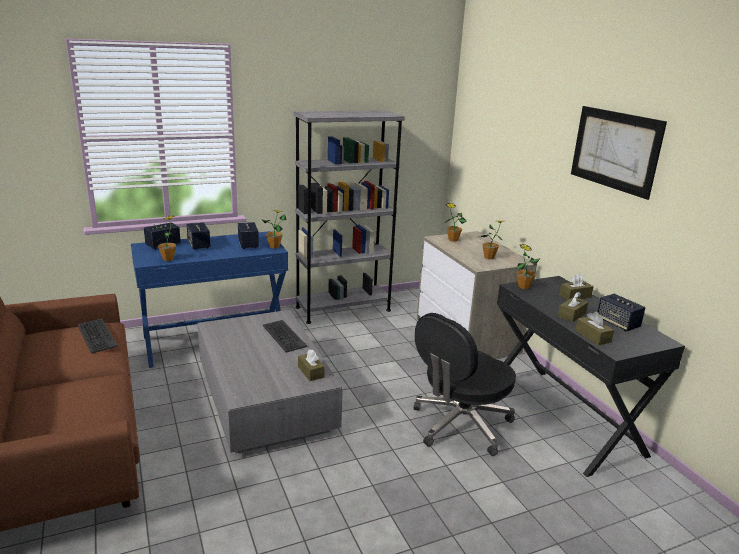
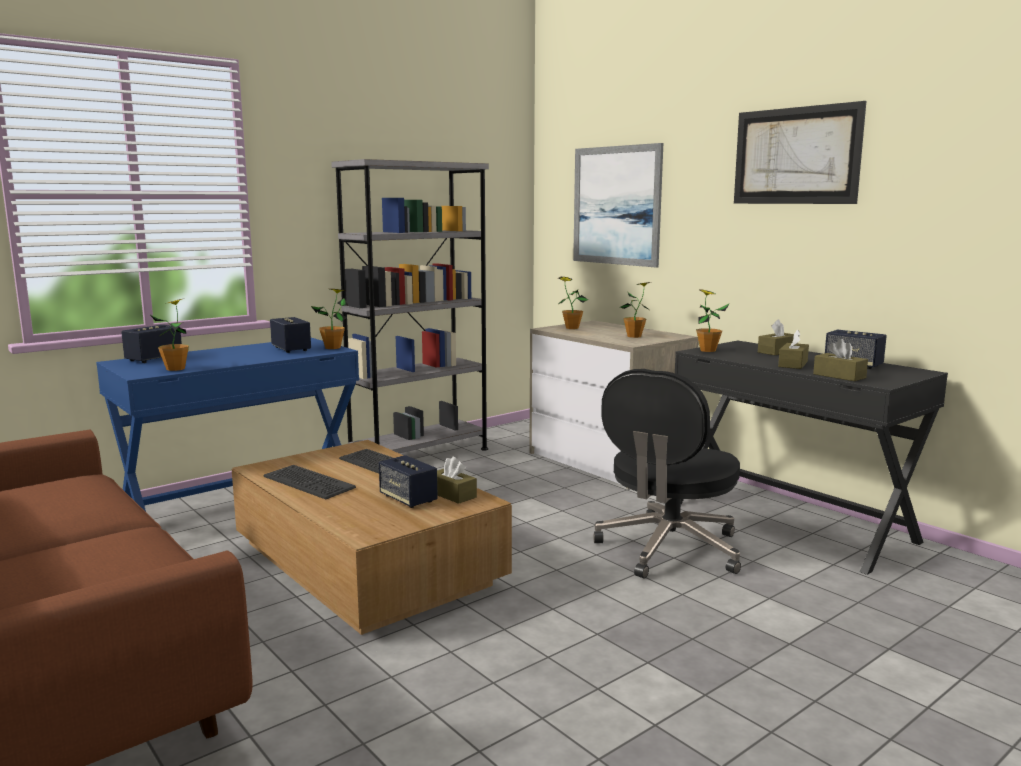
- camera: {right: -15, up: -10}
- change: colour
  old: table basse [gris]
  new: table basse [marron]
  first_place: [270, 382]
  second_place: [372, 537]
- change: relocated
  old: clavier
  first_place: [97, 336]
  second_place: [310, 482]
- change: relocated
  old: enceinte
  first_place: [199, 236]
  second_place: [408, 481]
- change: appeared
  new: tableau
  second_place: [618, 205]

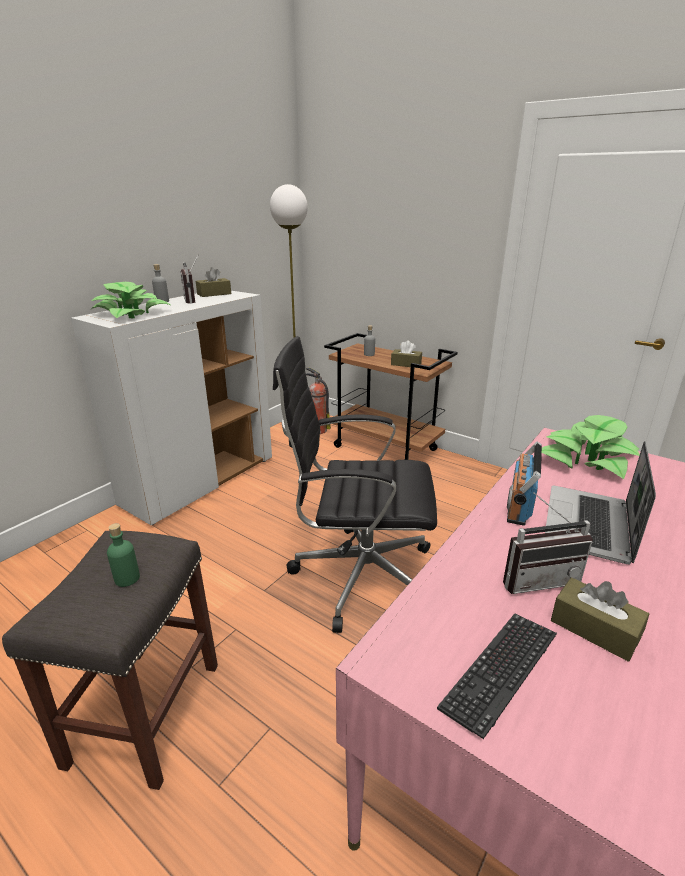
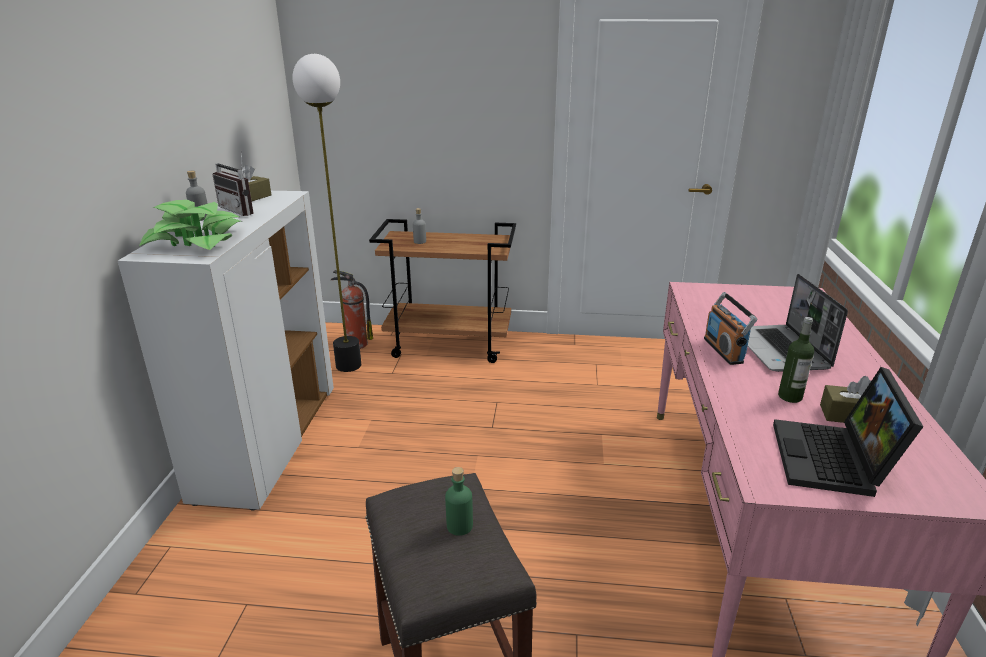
- camera: {right: -30, up: 0}
- change: exchanged
  old: clavier
  new: ordinateur portable
  first_place: [497, 676]
  second_place: [848, 432]
- change: exchanged
  old: radio
  new: bouteille
  first_place: [548, 543]
  second_place: [796, 360]
- change: missing
  old: chaise de bureau [noir]
  first_place: [355, 484]
- change: missing
  old: boîte à mouchoirs [marron]
  first_place: [406, 354]
- change: missing
  old: plante en pot
  first_place: [591, 447]

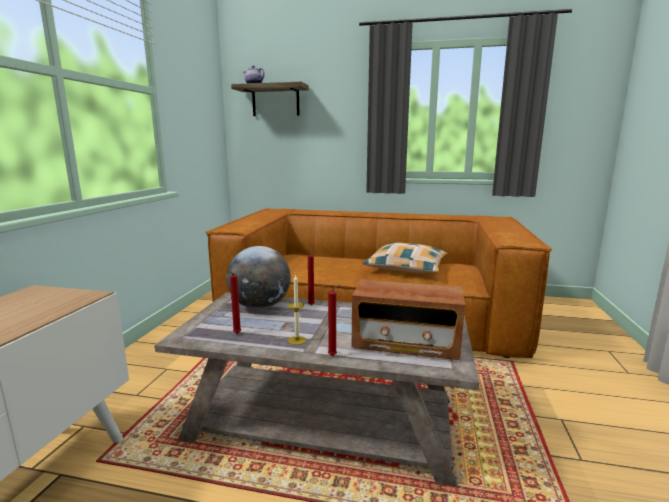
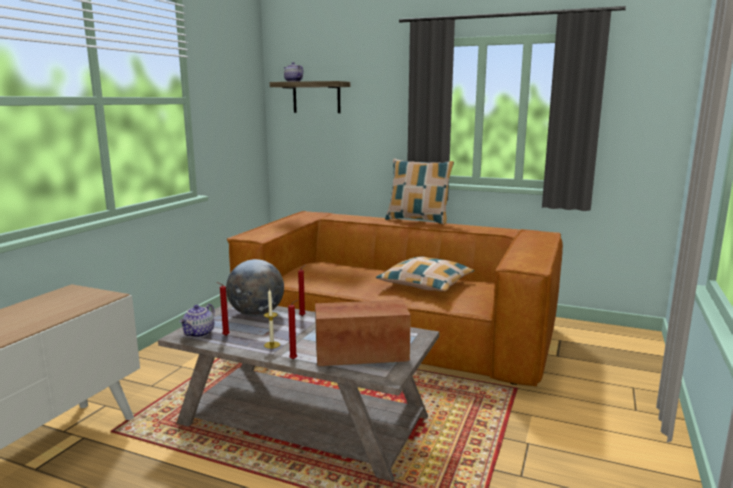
- camera: {right: 10, up: 0}
- change: appeared
  new: théière
  second_place: [197, 321]
- change: spun
  old: radio
  first_place: [408, 319]
  second_place: [363, 333]
  degrees: 150
- change: appeared
  new: coussin
  second_place: [419, 192]

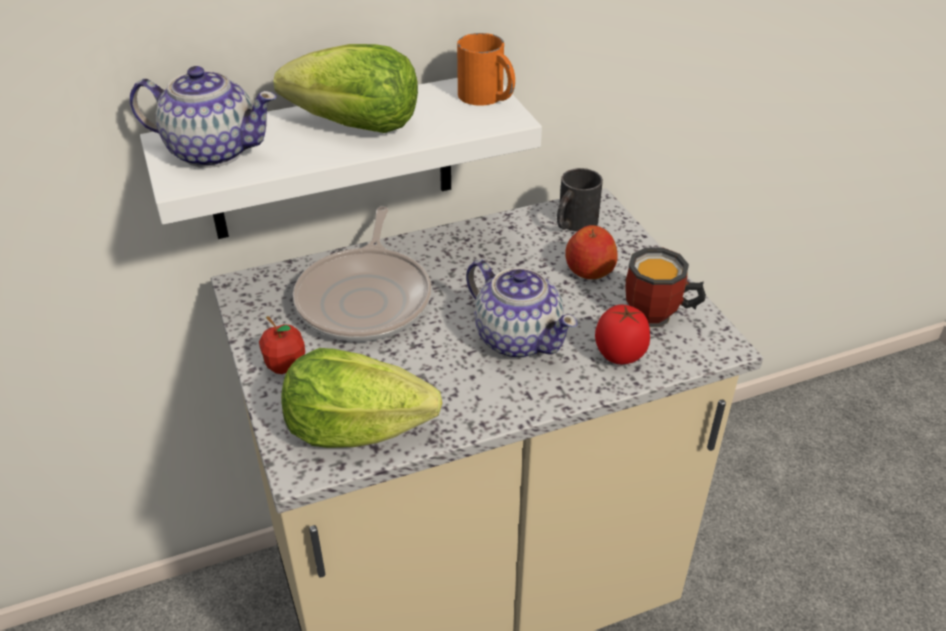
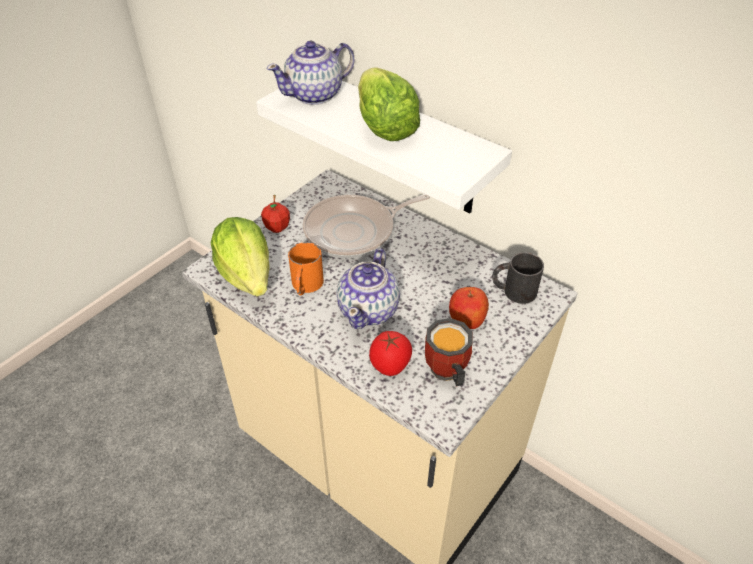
- camera: {right: 60, up: 5}
- change: spun
  old: théière
  first_place: [203, 117]
  second_place: [310, 73]
  degrees: 75
- change: relocated
  old: mug [orange]
  first_place: [486, 69]
  second_place: [306, 268]

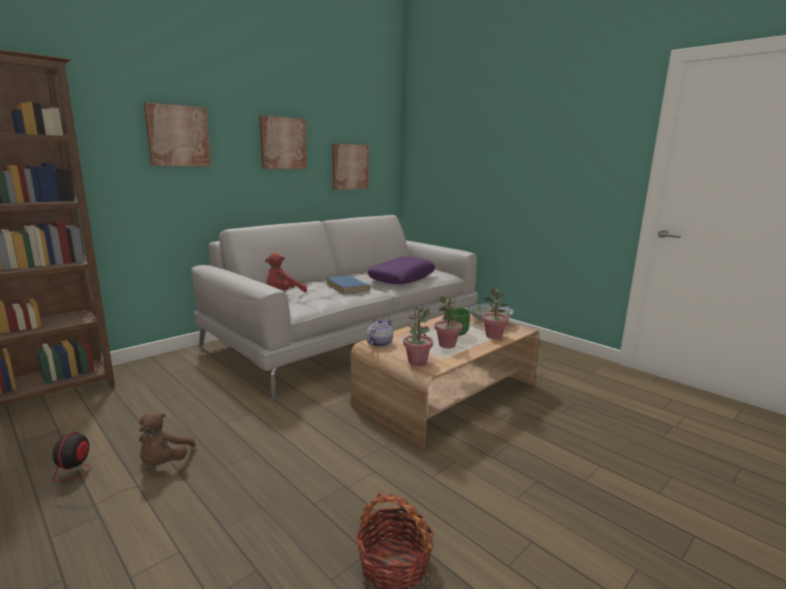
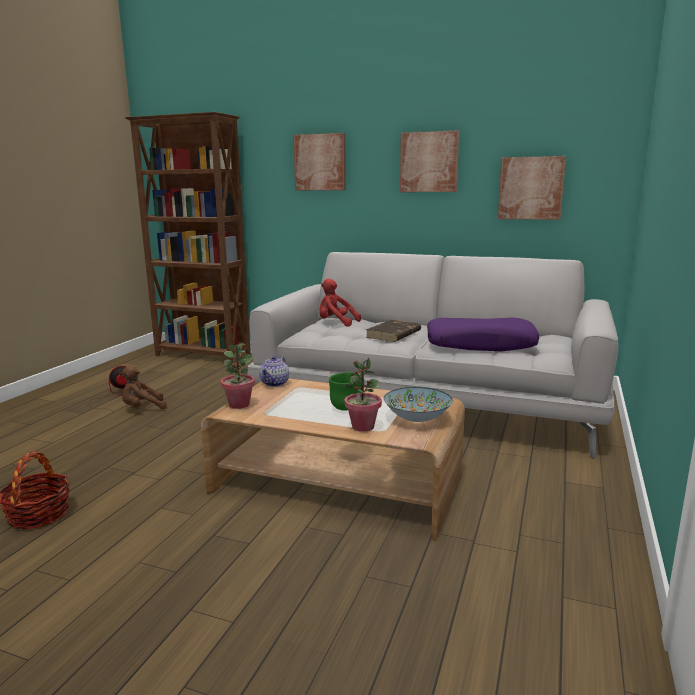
- camera: {right: 65, up: 0}
- change: spun
  old: théière
  first_place: [380, 333]
  second_place: [274, 371]
  degrees: 105
- change: colour
  old: livre [bleu]
  new: livre [marron]
  first_place: [348, 284]
  second_place: [393, 331]
- change: missing
  old: plante en pot
  first_place: [448, 321]

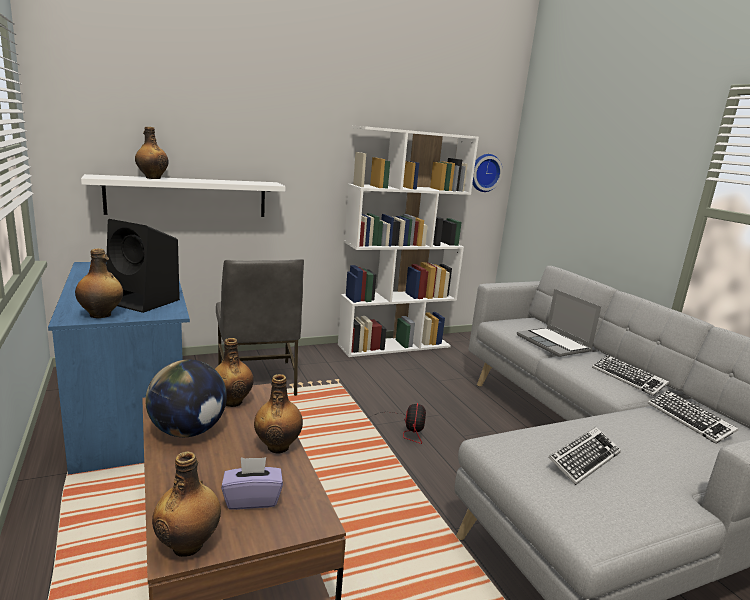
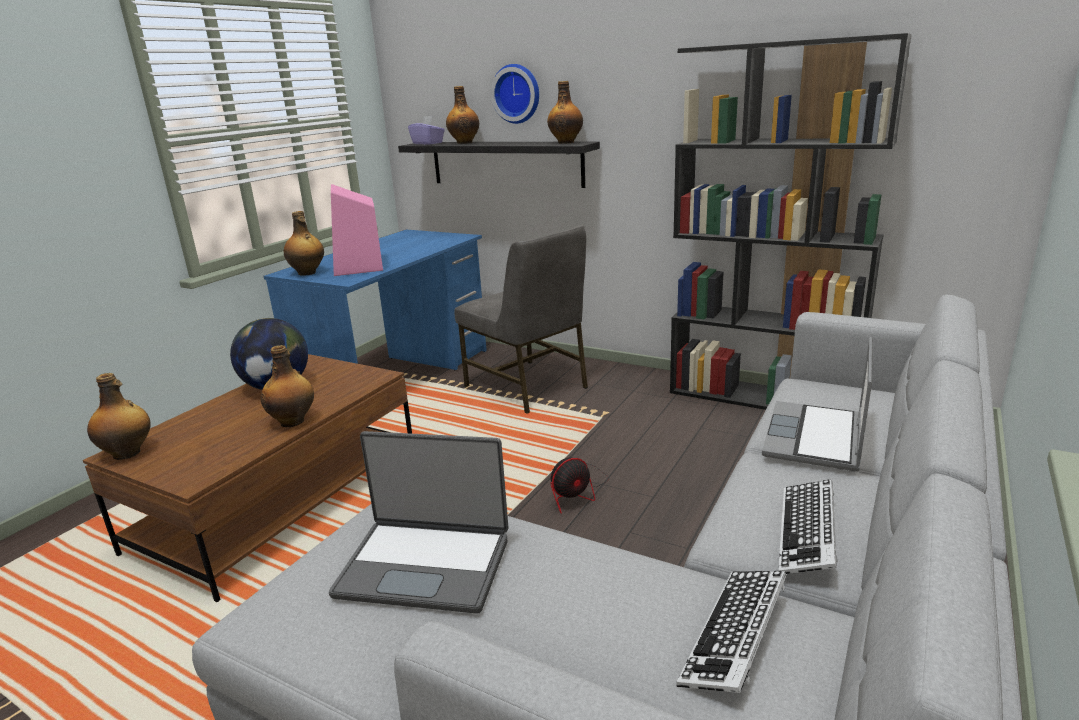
- camera: {right: 55, up: 5}
- change: exchanged
  old: clavier
  new: ordinateur portable
  first_place: [584, 456]
  second_place: [419, 522]
- change: colour
  old: enceinte [noir]
  new: enceinte [rose]
  first_place: [143, 266]
  second_place: [357, 230]
- change: colour
  old: étagère [blanc]
  new: étagère [noir]
  first_place: [183, 195]
  second_place: [499, 164]
- change: relocated
  old: boîte à mouchoirs [violet]
  first_place: [252, 483]
  second_place: [426, 130]
- change: spun
  old: chaise [gris]
  first_place: [260, 327]
  second_place: [521, 319]
  degrees: -75
- change: relocated
  old: horloge murale
  first_place: [487, 173]
  second_place: [515, 94]
- change: relocated
  old: bouteille
  first_place: [234, 372]
  second_place: [565, 112]
- change: colour
  old: bibliothèque [blanc]
  new: bibliothèque [noir]
  first_place: [408, 241]
  second_place: [791, 221]

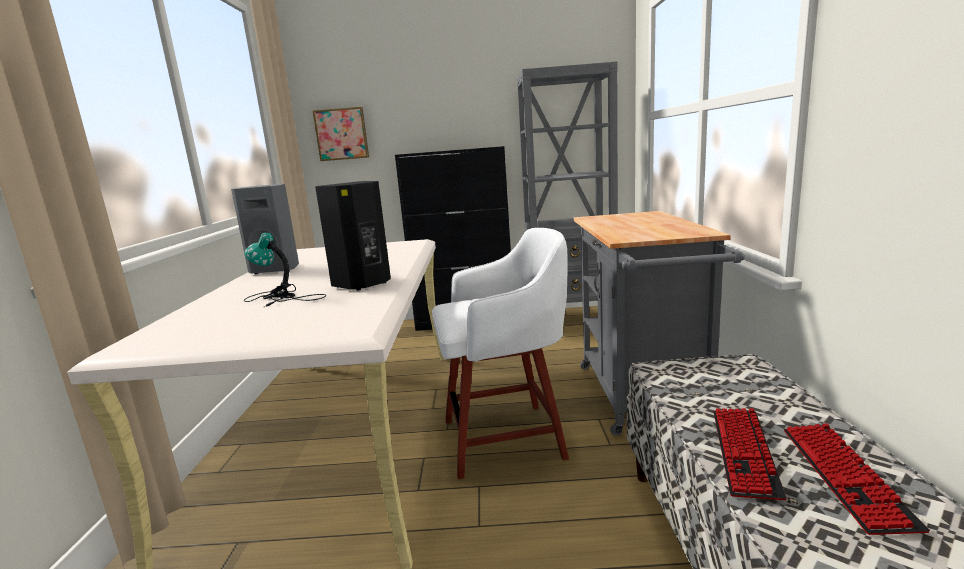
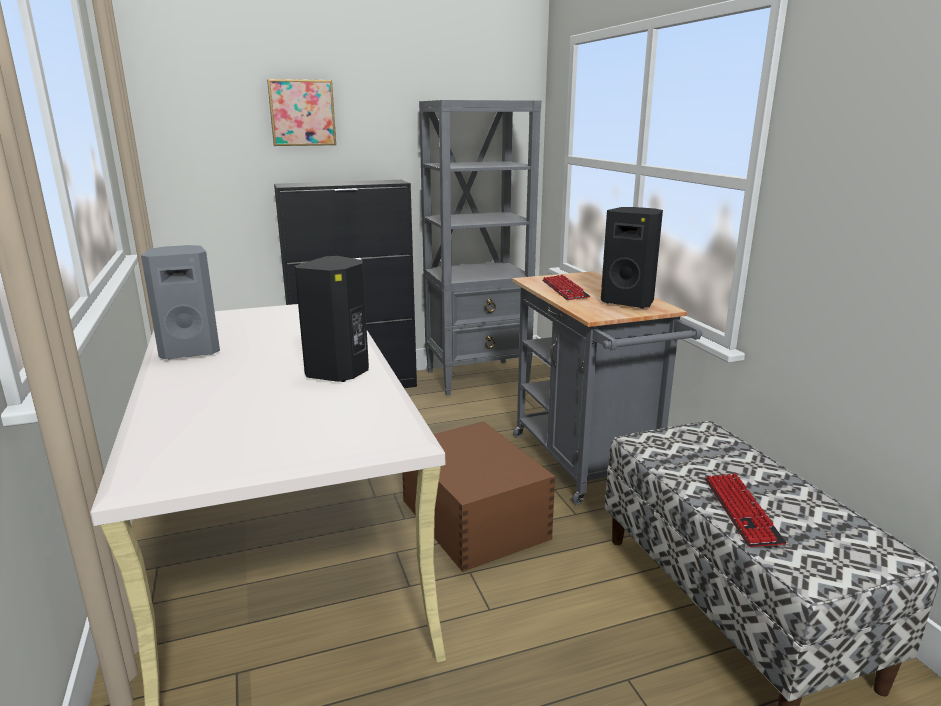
- camera: {right: -20, up: 5}
- change: relocated
  old: tableau
  first_place: [341, 134]
  second_place: [301, 112]
- change: exchanged
  old: tabouret [blanc]
  new: boîte de rangement [marron]
  first_place: [500, 353]
  second_place: [478, 497]
- change: relocated
  old: clavier
  first_place: [857, 479]
  second_place: [566, 287]
- change: appeared
  new: enceinte [noir]
  second_place: [632, 258]
- change: missing
  old: lampe de table
  first_place: [285, 269]

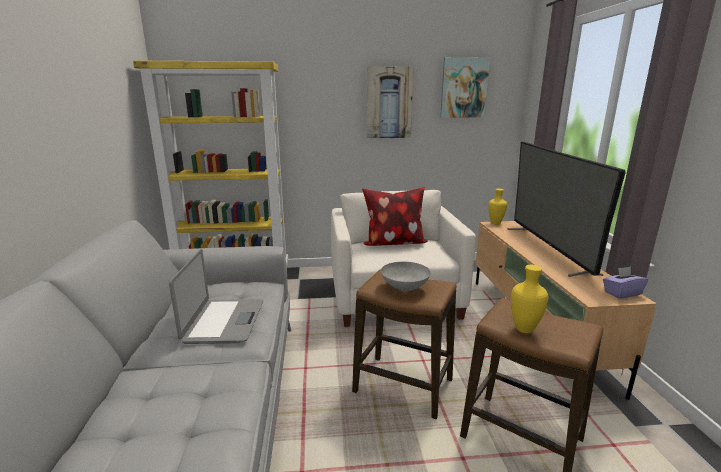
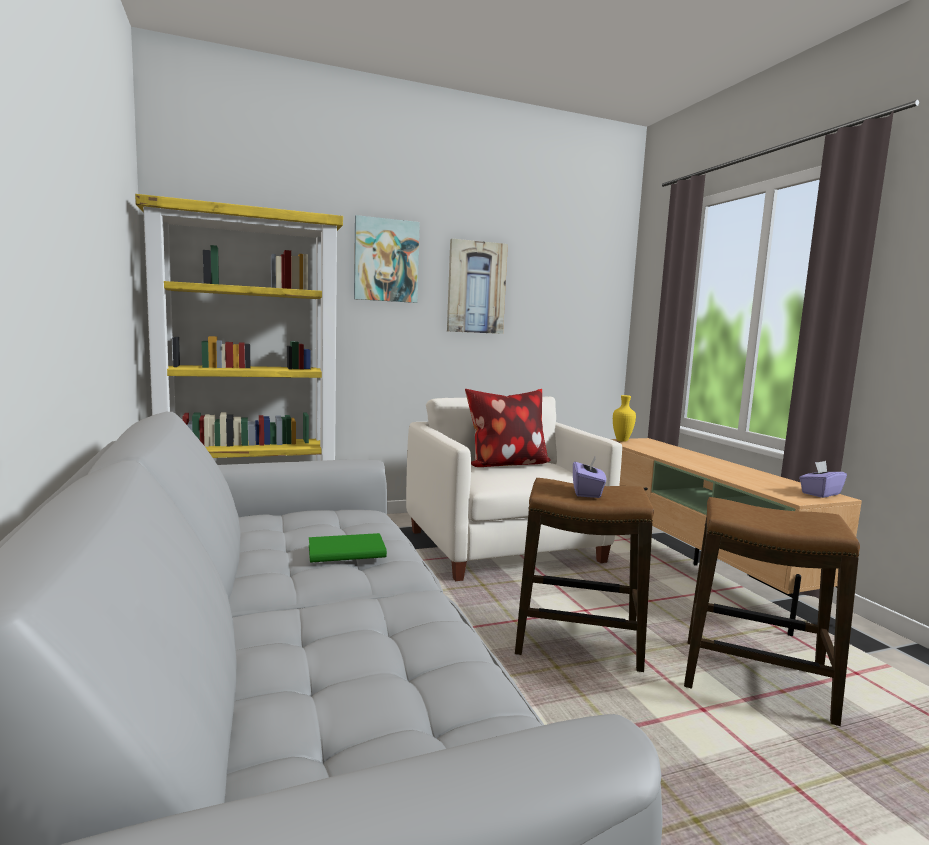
- camera: {right: -15, up: -10}
- change: exchanged
  old: ordinateur portable
  new: livre [vert]
  first_place: [216, 296]
  second_place: [348, 548]
- change: relocated
  old: tableau
  first_place: [465, 87]
  second_place: [387, 259]
- change: exchanged
  old: bol [gris]
  new: boîte à mouchoirs [violet]
  first_place: [406, 277]
  second_place: [589, 477]
- change: missing
  old: téléviseur
  first_place: [567, 209]
- change: missing
  old: vase [jaune]
  first_place: [529, 299]

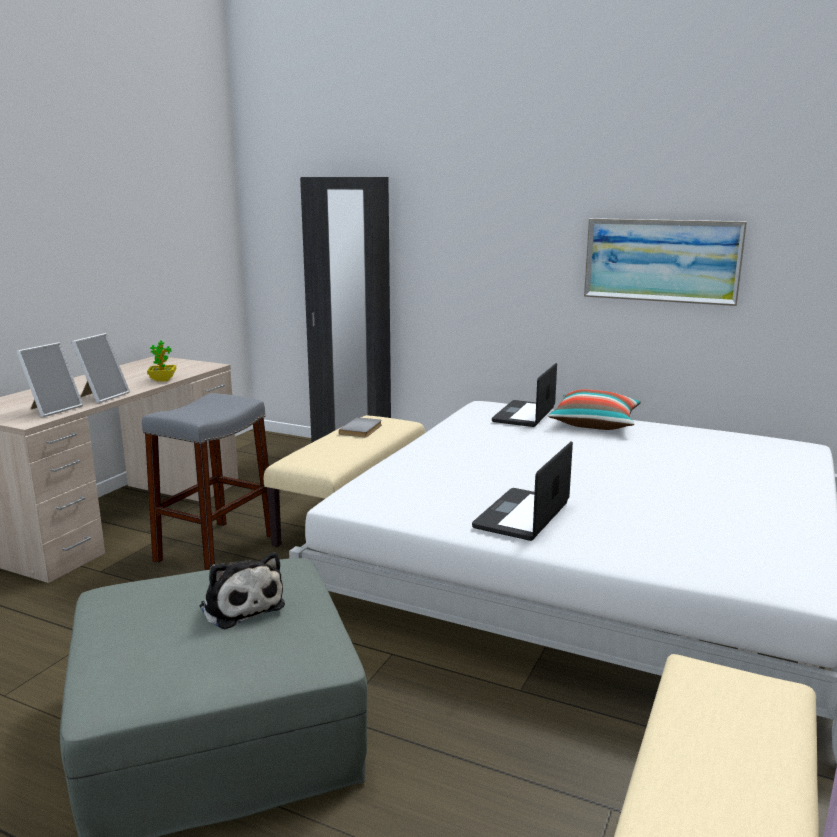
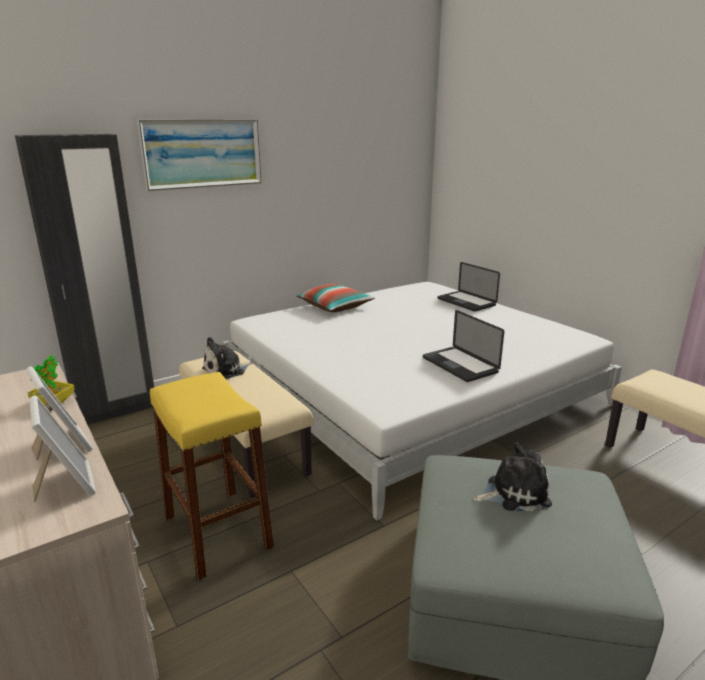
- camera: {right: -60, up: 5}
- change: relocated
  old: tableau
  first_place: [665, 262]
  second_place: [199, 155]
- change: colour
  old: tabouret [gris]
  new: tabouret [jaune]
  first_place: [206, 481]
  second_place: [212, 476]
- change: exchanged
  old: livre [gris]
  new: peluche
  first_place: [360, 427]
  second_place: [227, 358]
- change: relocated
  old: ordinateur portable
  first_place: [524, 395]
  second_place: [468, 287]

